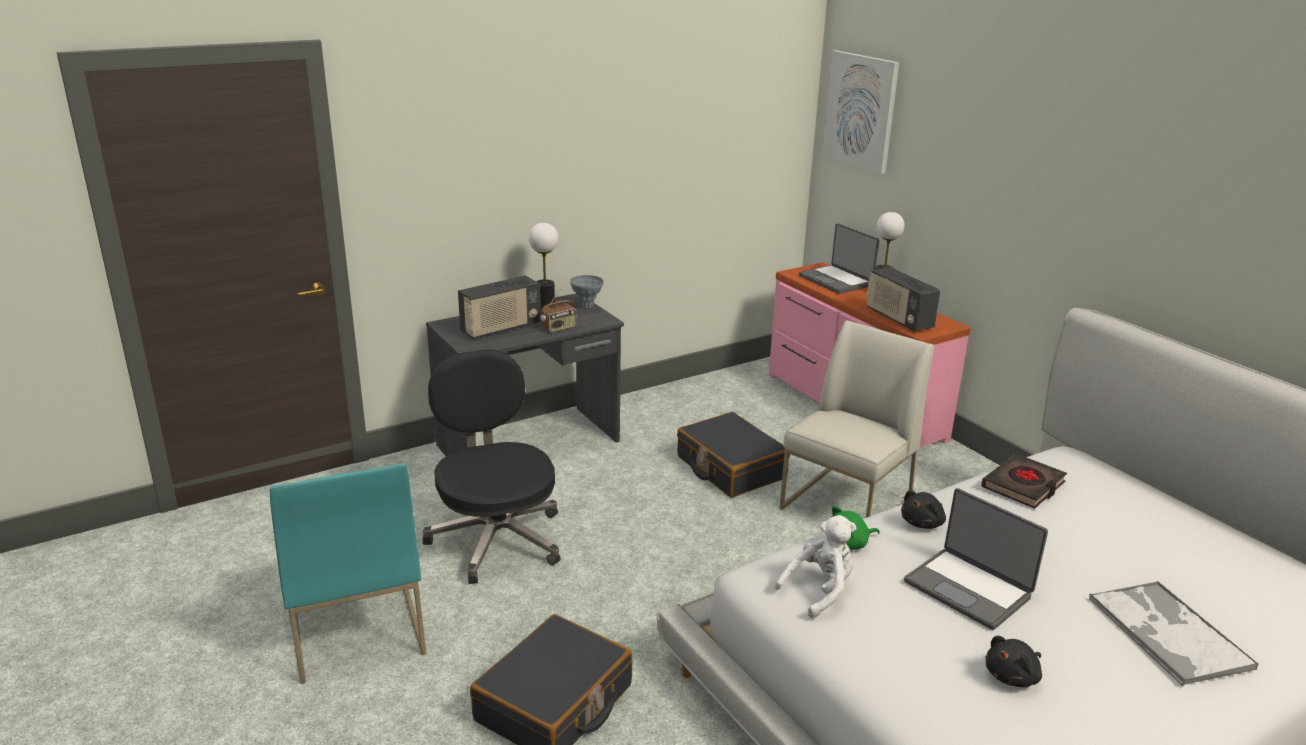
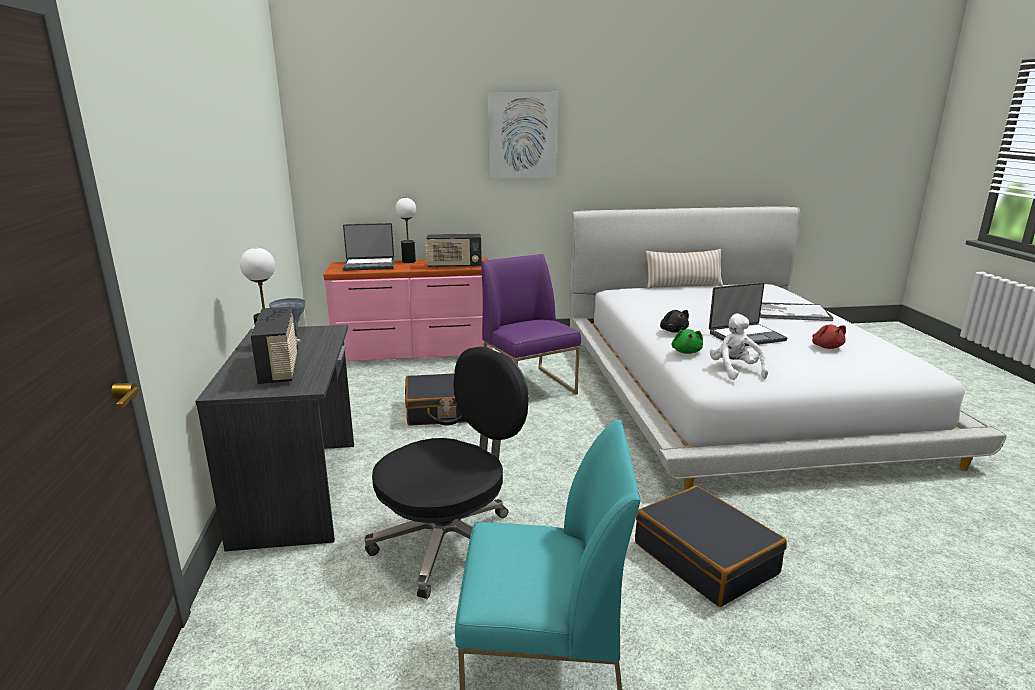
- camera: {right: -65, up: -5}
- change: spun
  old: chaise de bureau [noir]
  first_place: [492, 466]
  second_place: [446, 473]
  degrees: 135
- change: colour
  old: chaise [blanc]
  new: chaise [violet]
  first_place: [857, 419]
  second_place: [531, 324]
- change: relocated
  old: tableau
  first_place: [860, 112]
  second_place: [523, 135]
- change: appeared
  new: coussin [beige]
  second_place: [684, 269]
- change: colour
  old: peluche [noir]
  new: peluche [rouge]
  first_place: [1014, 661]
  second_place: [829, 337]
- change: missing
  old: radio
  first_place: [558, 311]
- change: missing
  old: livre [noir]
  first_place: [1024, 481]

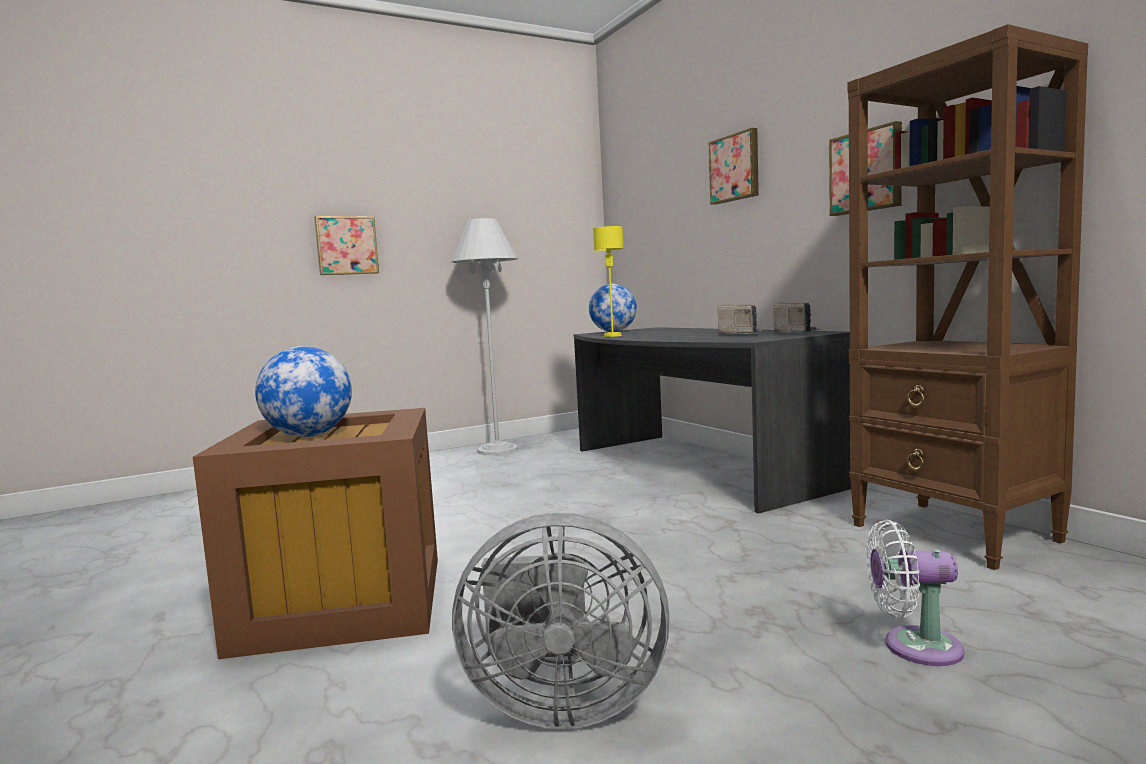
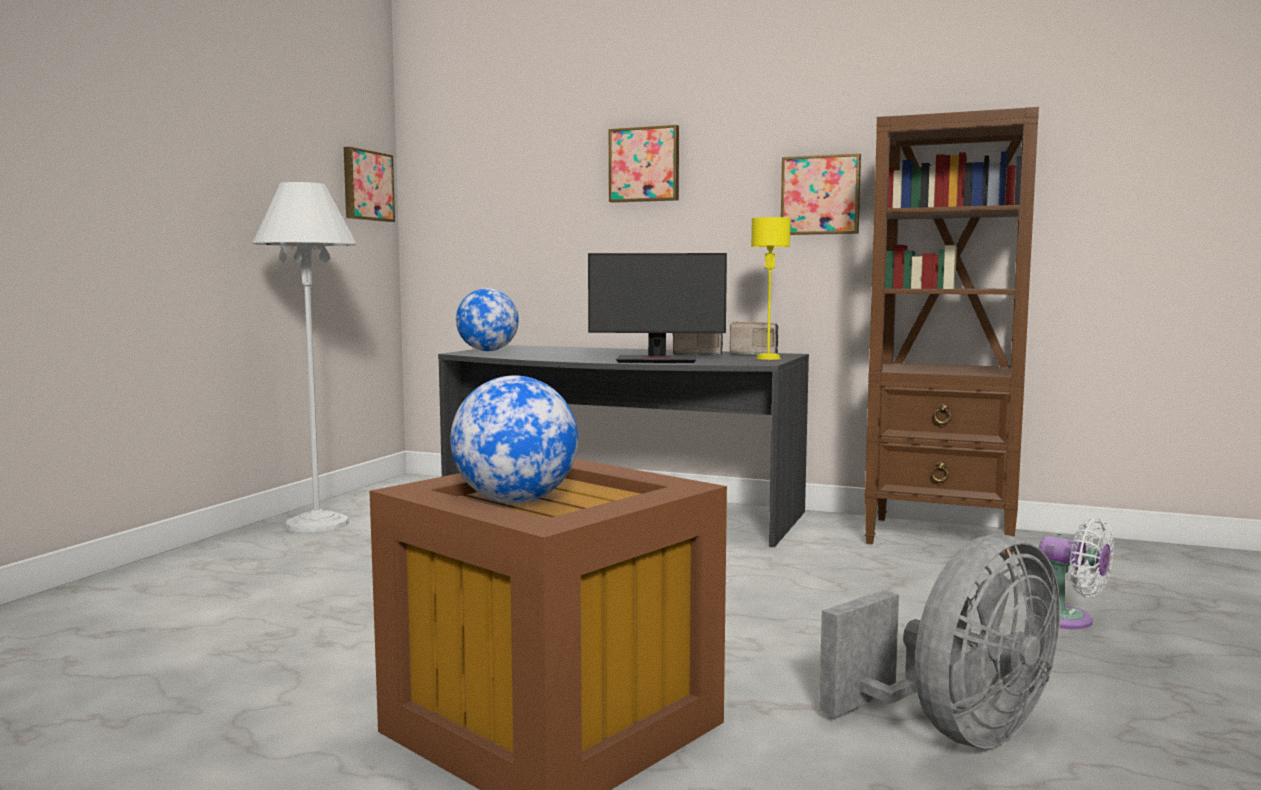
- camera: {right: -40, up: 0}
- change: relocated
  old: tableau
  first_place: [346, 245]
  second_place: [369, 184]
- change: appeared
  new: écran d'ordinateur
  second_place: [657, 308]
- change: relocated
  old: lampe de table [jaune]
  first_place: [608, 281]
  second_place: [771, 288]
- change: spun
  old: ventilateur [blanc]
  first_place: [915, 593]
  second_place: [1076, 573]
  degrees: -105

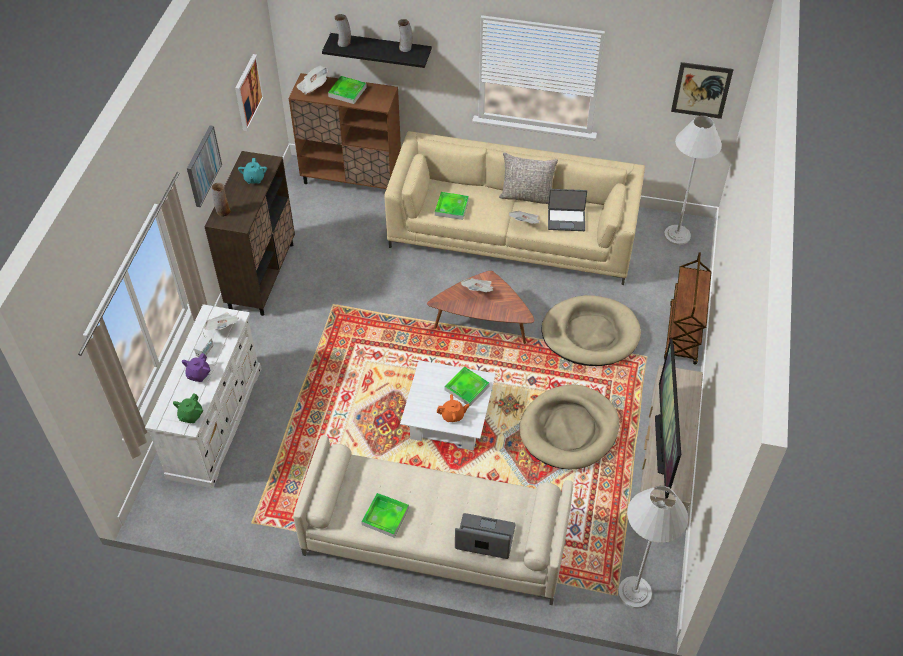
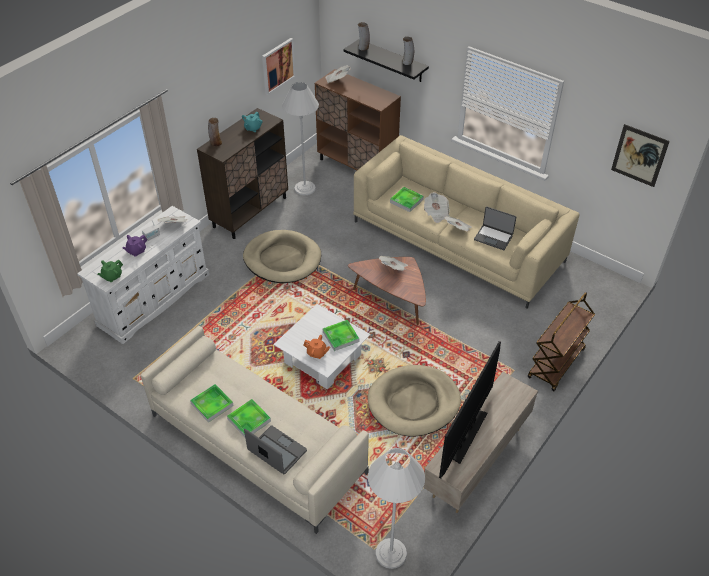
- camera: {right: 25, up: -5}
- change: relocated
  old: plateau
  first_place: [347, 90]
  second_place: [249, 418]
- change: relocated
  old: panier pour chien [beige]
  first_place: [591, 330]
  second_place: [282, 256]
- change: relocated
  old: lampadaire [blanc]
  first_place: [693, 180]
  second_place: [300, 138]
- change: appeared
  new: journal
  second_place: [437, 207]
- change: missing
  old: tableau
  first_place: [204, 166]
- change: missing
  old: coussin [gris]
  first_place: [528, 178]

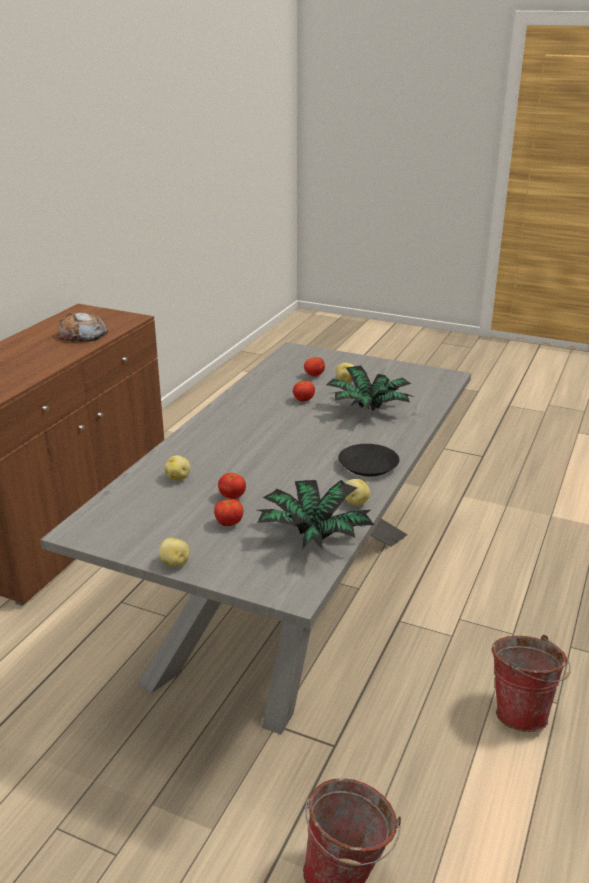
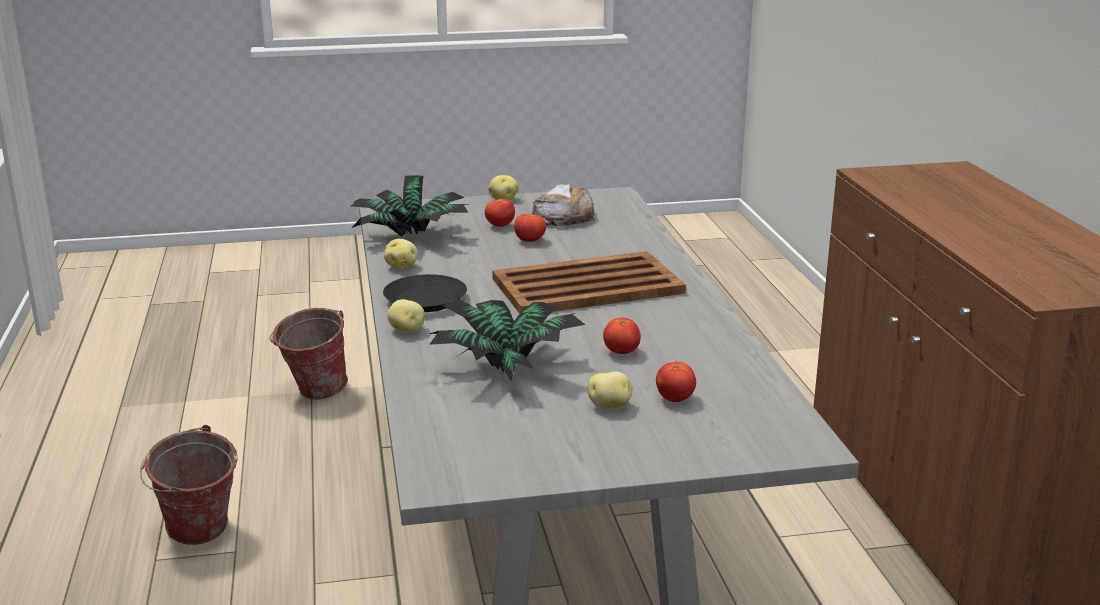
- camera: {right: 145, up: -5}
- change: relocated
  old: pomme de terre
  first_place: [177, 468]
  second_place: [406, 316]
- change: appeared
  new: plateau [marron]
  second_place: [589, 282]
- change: relocated
  old: pain
  first_place: [83, 327]
  second_place: [563, 205]

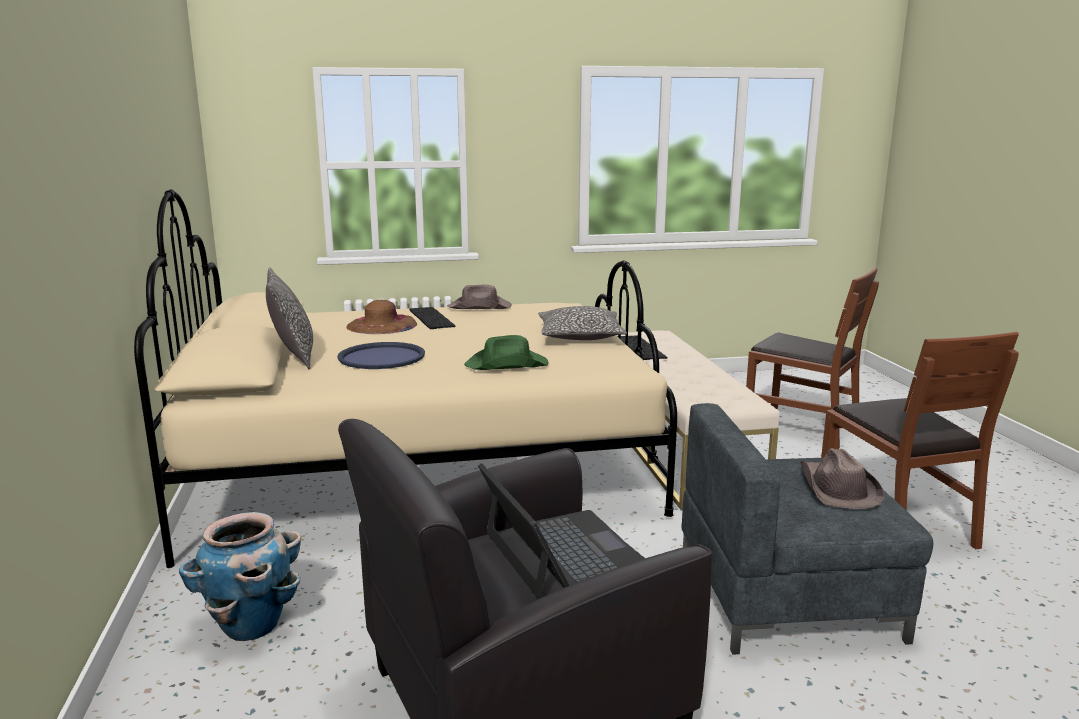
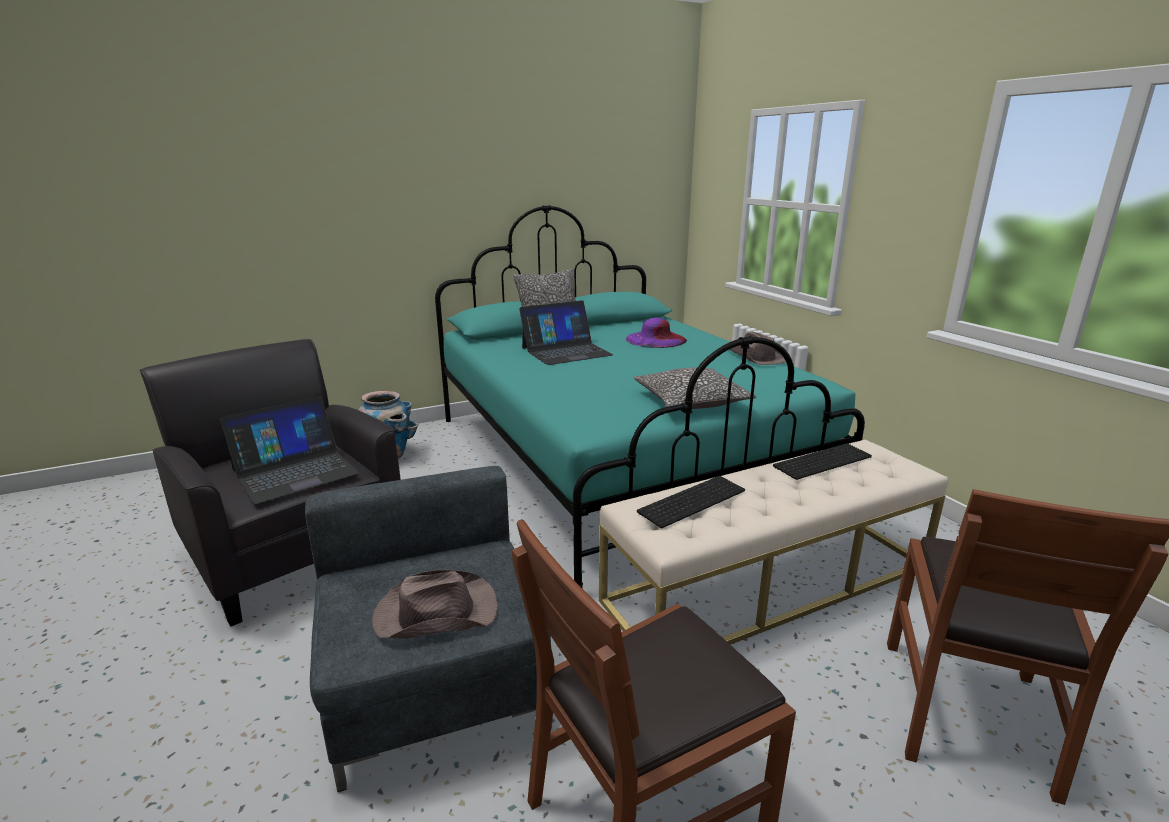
- camera: {right: 75, up: 5}
- change: colour
  old: lit [beige]
  new: lit [turquoise]
  first_place: [405, 379]
  second_place: [650, 396]
- change: exchanged
  old: plateau [bleu]
  new: ordinateur portable
  first_place: [381, 355]
  second_place: [566, 332]
- change: colour
  old: chapeau [marron]
  new: chapeau [violet]
  first_place: [381, 317]
  second_place: [656, 332]
- change: relocated
  old: clavier
  first_place: [432, 318]
  second_place: [691, 502]
- change: missing
  old: chapeau [vert]
  first_place: [506, 352]

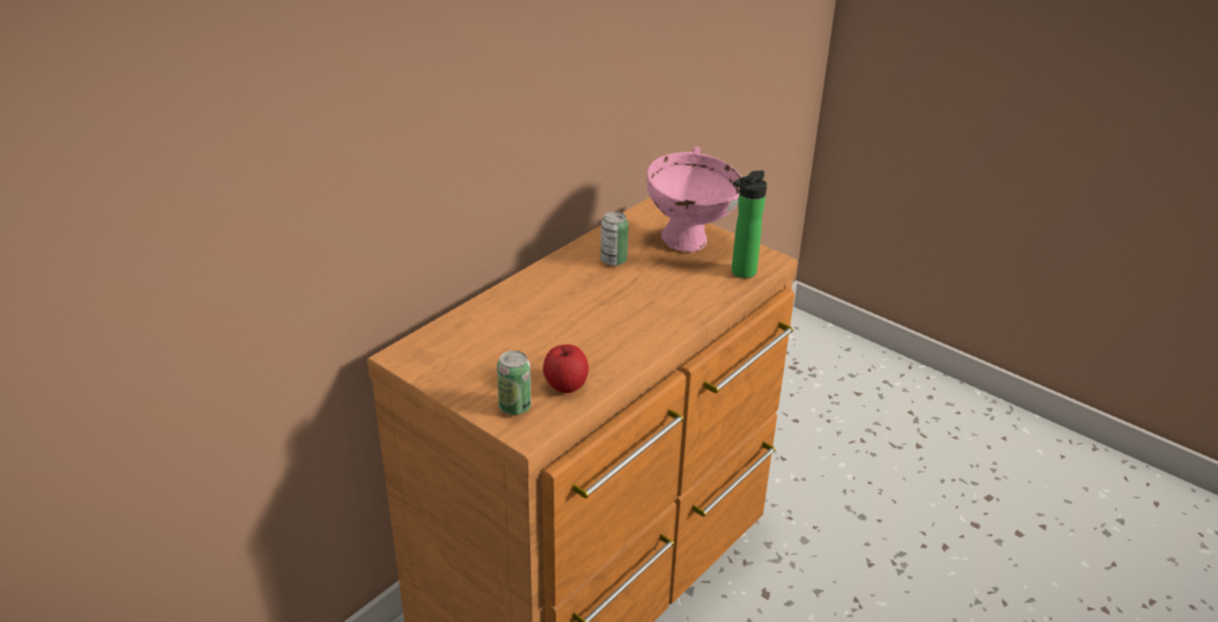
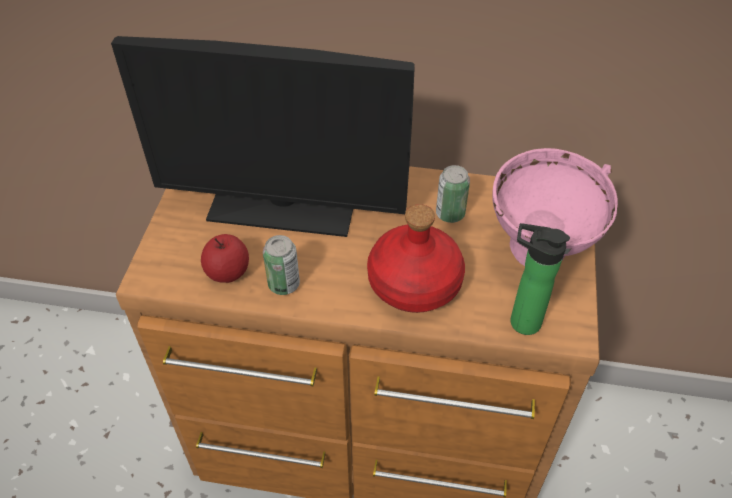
- camera: {right: 60, up: 15}
- change: appeared
  new: écran d'ordinateur
  second_place: [263, 136]
- change: relocated
  old: boîte métallique
  first_place: [514, 382]
  second_place: [281, 265]
- change: appeared
  new: bouteille [rouge]
  second_place: [416, 258]

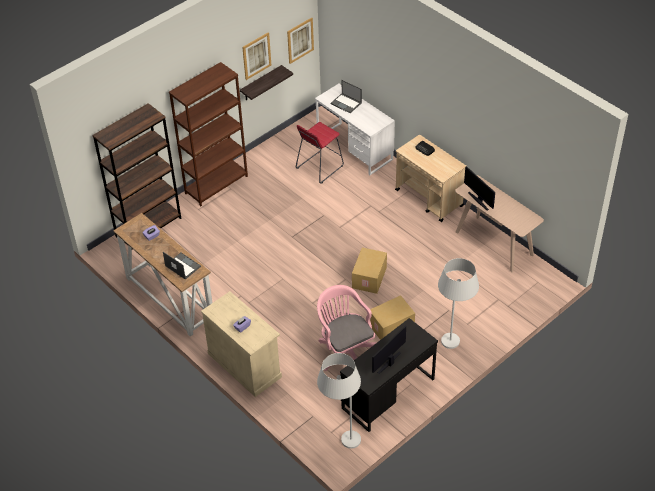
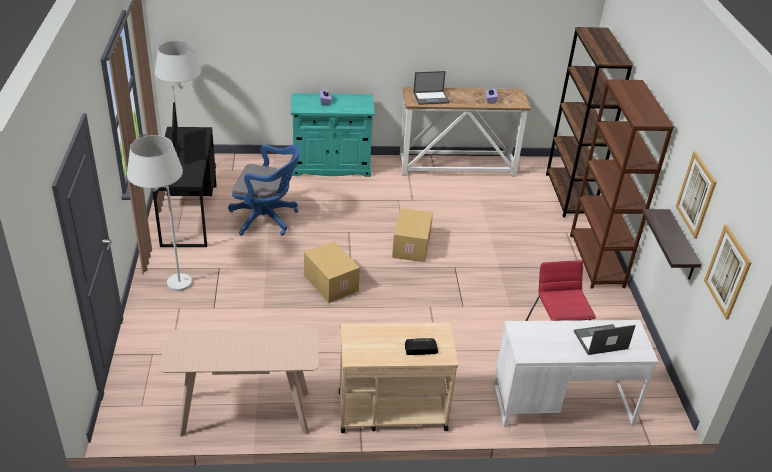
- camera: {right: 125, up: -10}
- change: colour
  old: chaise de bureau [rose]
  new: chaise de bureau [bleu]
  first_place: [346, 328]
  second_place: [264, 190]
- change: colour
  old: meuble de rangement [beige]
  new: meuble de rangement [turquoise]
  first_place: [241, 344]
  second_place: [333, 135]
- change: relocated
  old: carton
  first_place: [392, 317]
  second_place: [412, 235]
- change: missing
  old: écran d'ordinateur
  first_place: [479, 188]

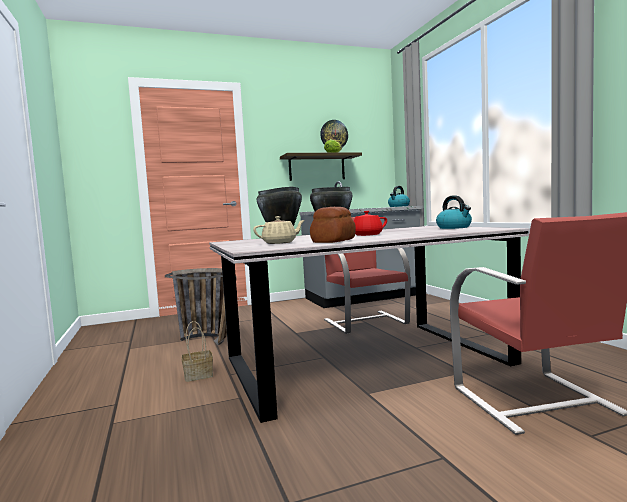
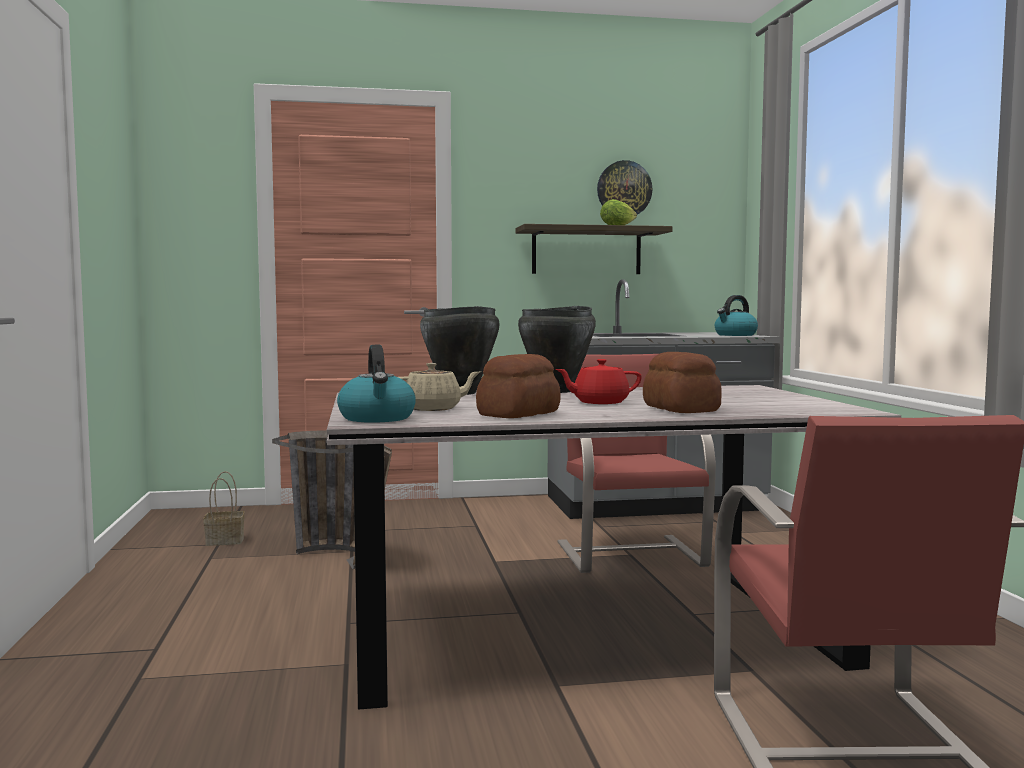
- camera: {right: 10, up: 0}
- change: relocated
  old: panier
  first_place: [197, 351]
  second_place: [224, 508]
- change: relocated
  old: bouilloire
  first_place: [454, 212]
  second_place: [376, 384]
- change: appeared
  new: pain
  second_place: [682, 382]

